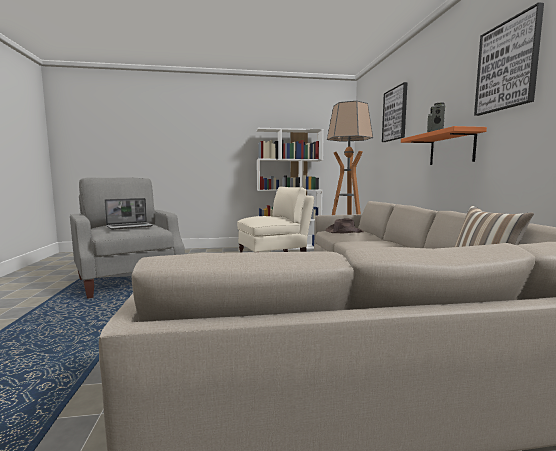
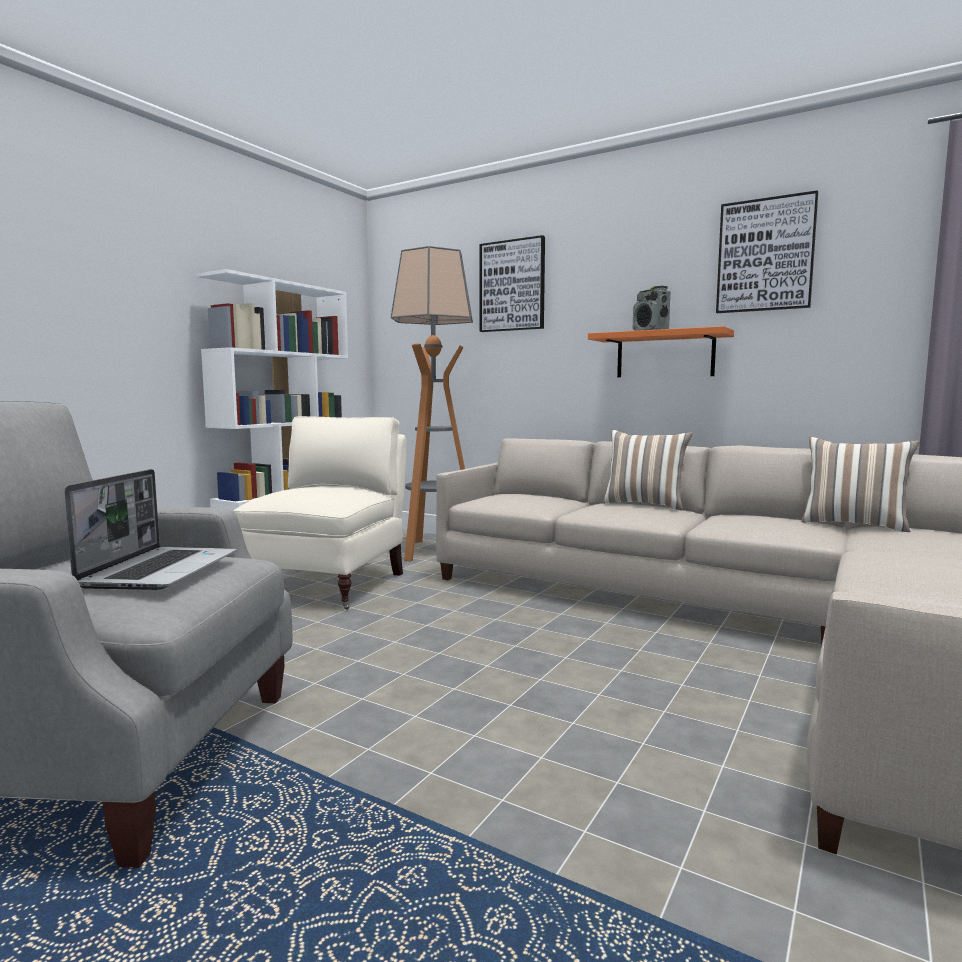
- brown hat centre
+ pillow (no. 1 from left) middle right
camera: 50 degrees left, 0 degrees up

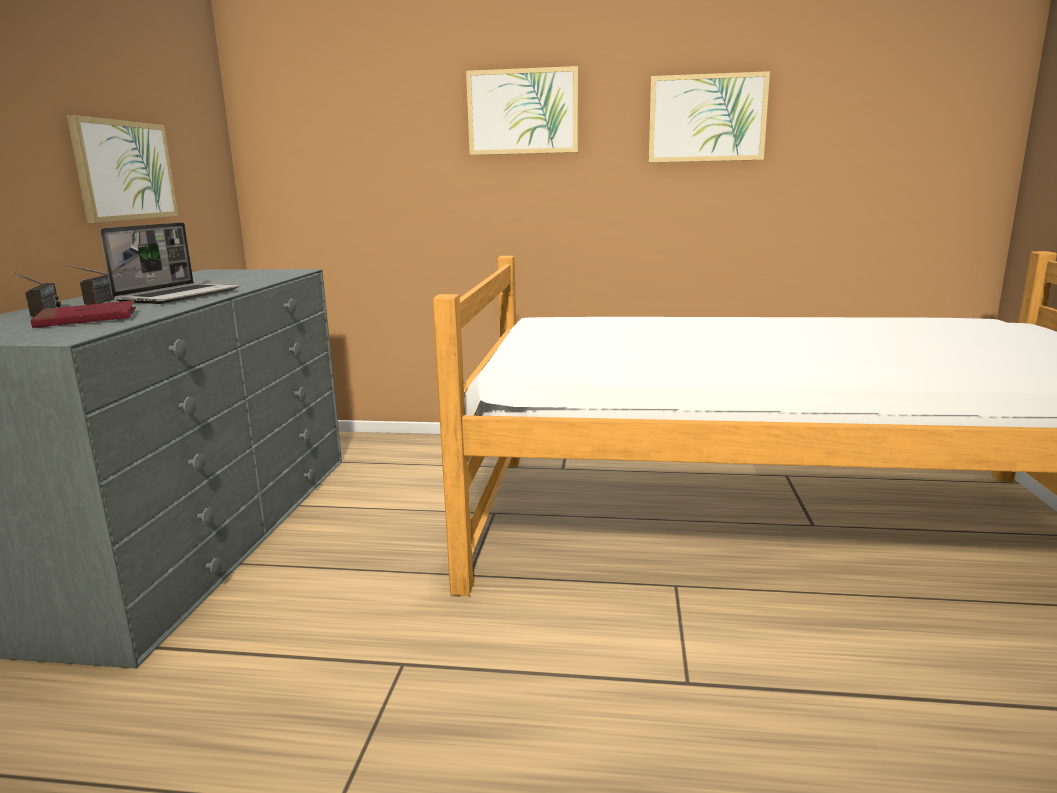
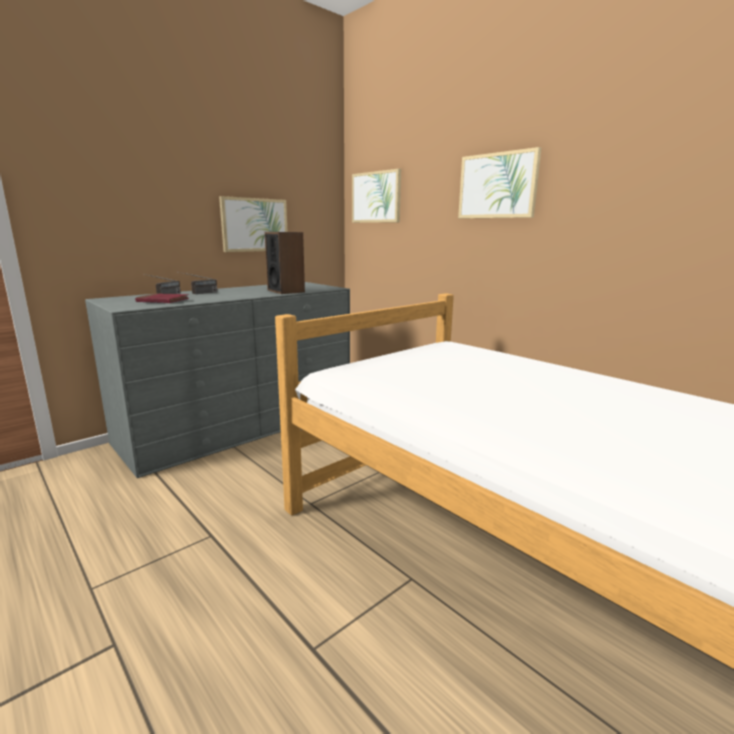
~ picture (no. 3 from left in the first image) top right to picture (no. 2 from left) top centre
- laptop top left
+ speaker centre
camera: 40 degrees right, 0 degrees up

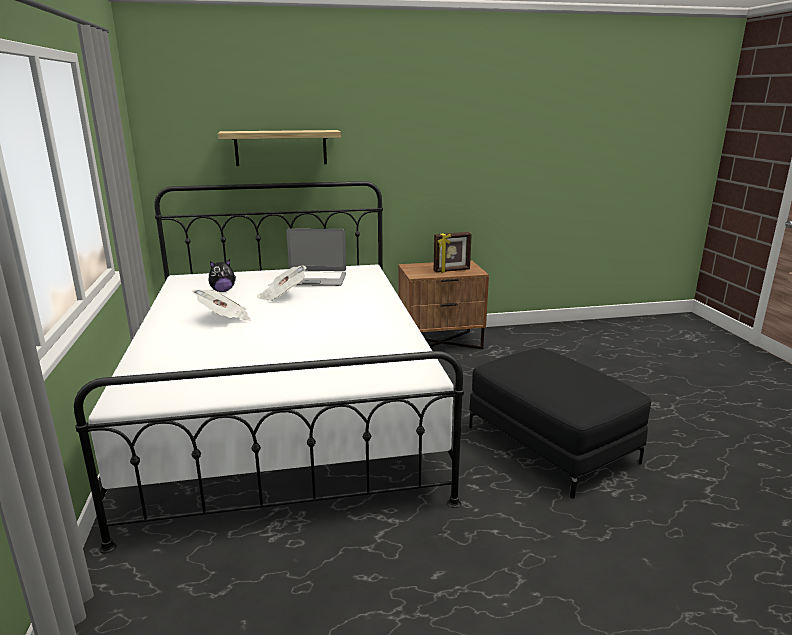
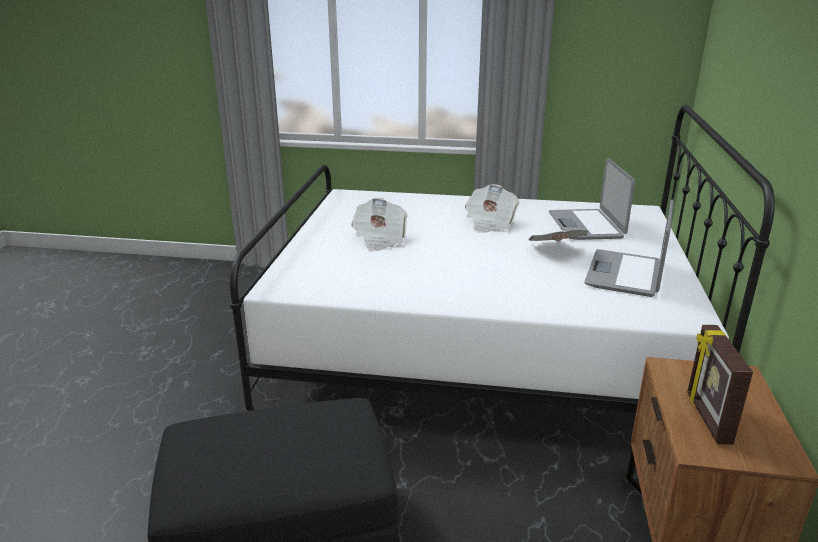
- shelf top centre
~ plush toy middle left to laptop (no. 1 from left) middle right
+ newspaper (no. 1 from left) centre
camera: 110 degrees right, 5 degrees up

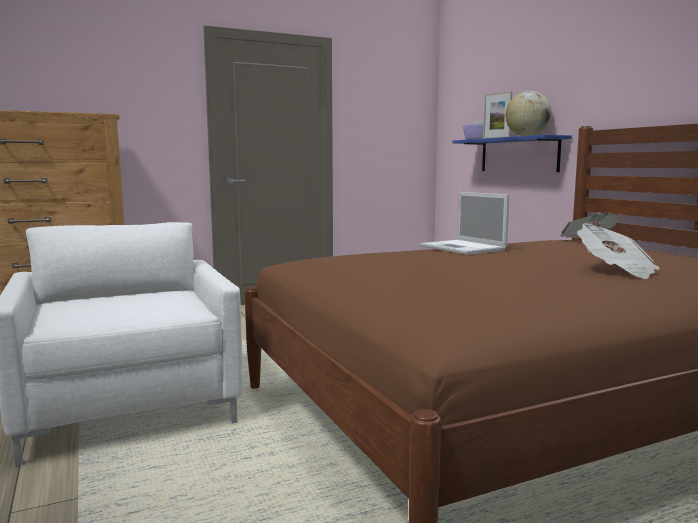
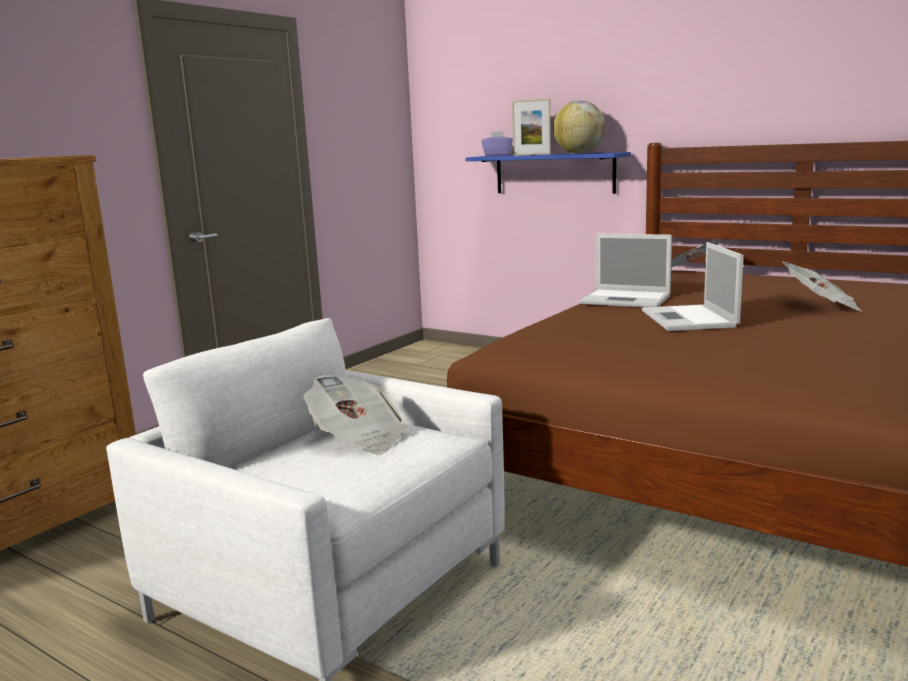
+ laptop (no. 2 from left) middle right
+ newspaper (no. 1 from left) centre
camera: 30 degrees left, 5 degrees up

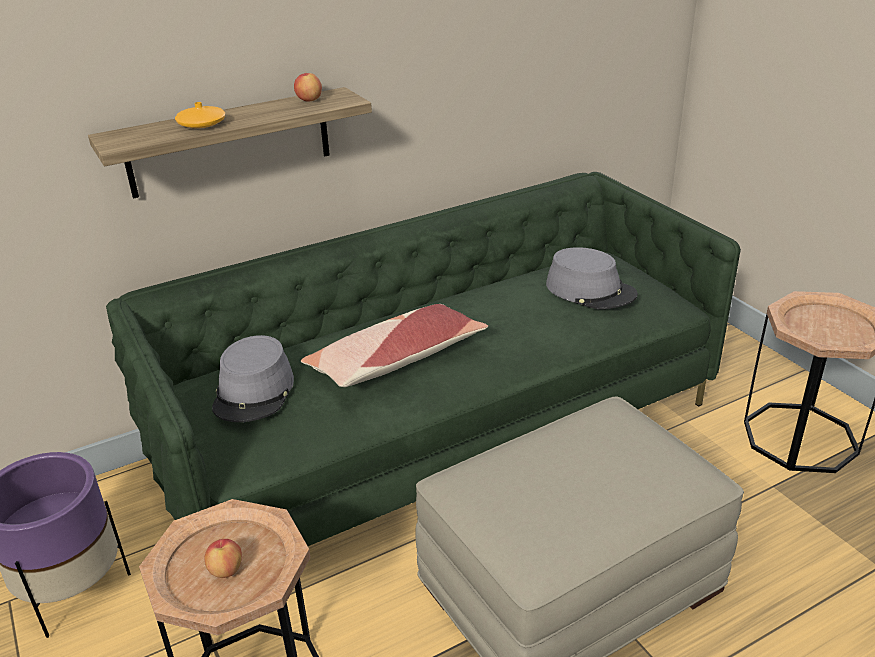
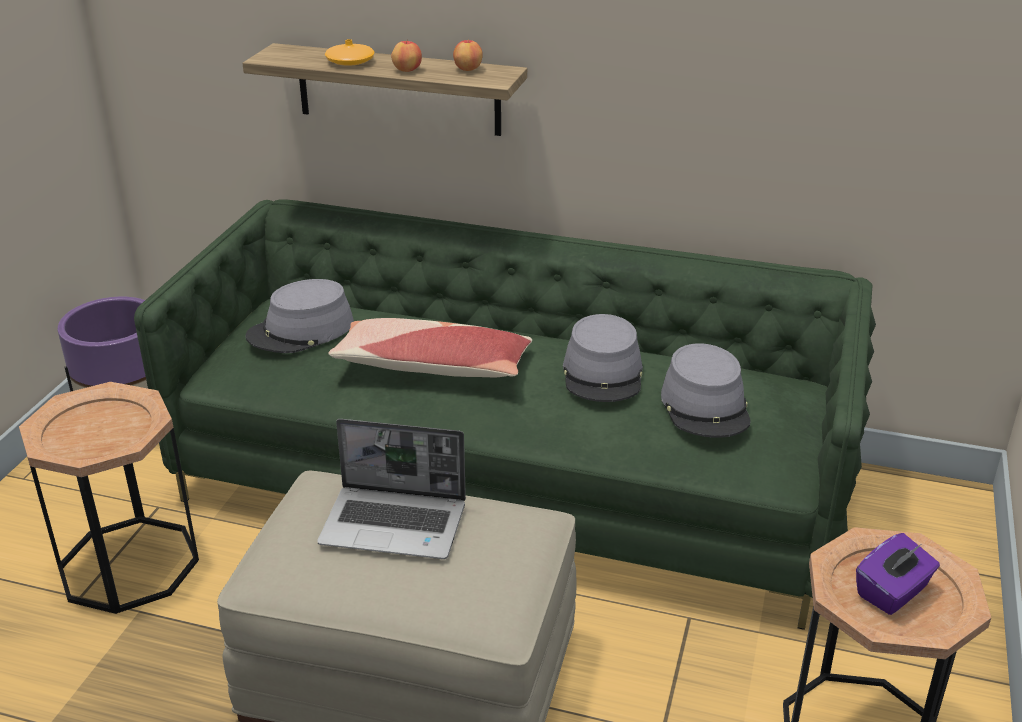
~ apple (no. 1 from left) bottom left to top centre
+ grey hat (no. 2 from left) centre
+ laptop bottom centre
+ purple tissue box bottom right
camera: 45 degrees right, 0 degrees up

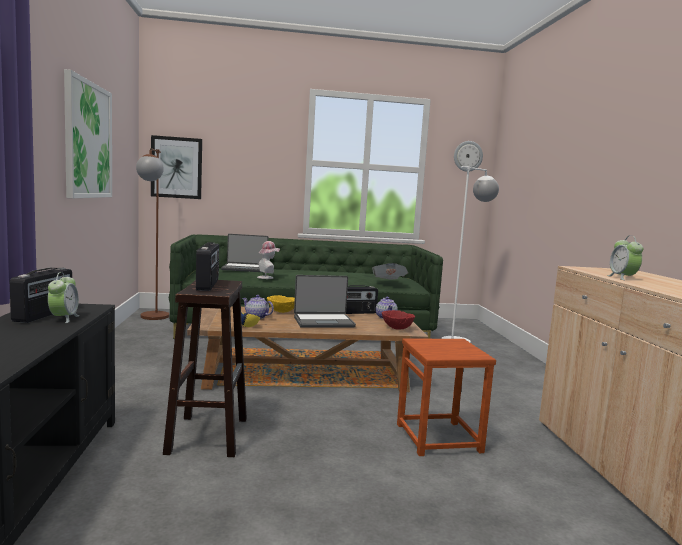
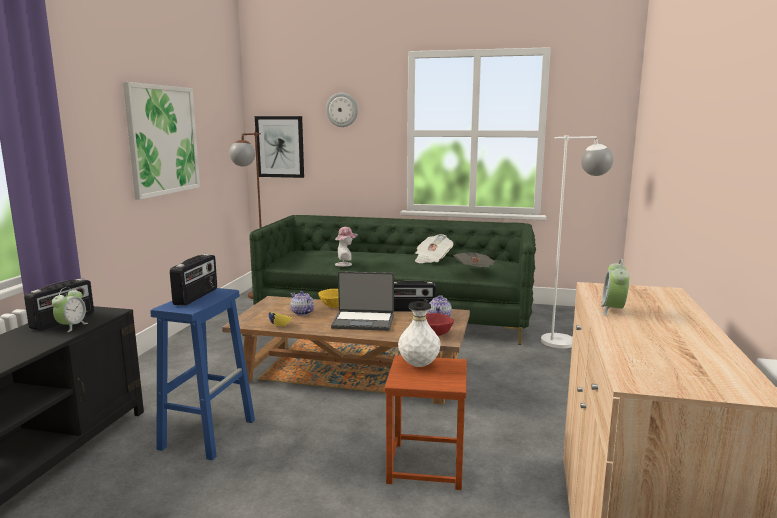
~ wall clock top right to top centre
- laptop (no. 1 from left) centre
~ brown stool (no. 1 from left) bottom left to blue stool bottom left
+ newspaper (no. 1 from left) centre
+ white vase centre
camera: 20 degrees right, 5 degrees up

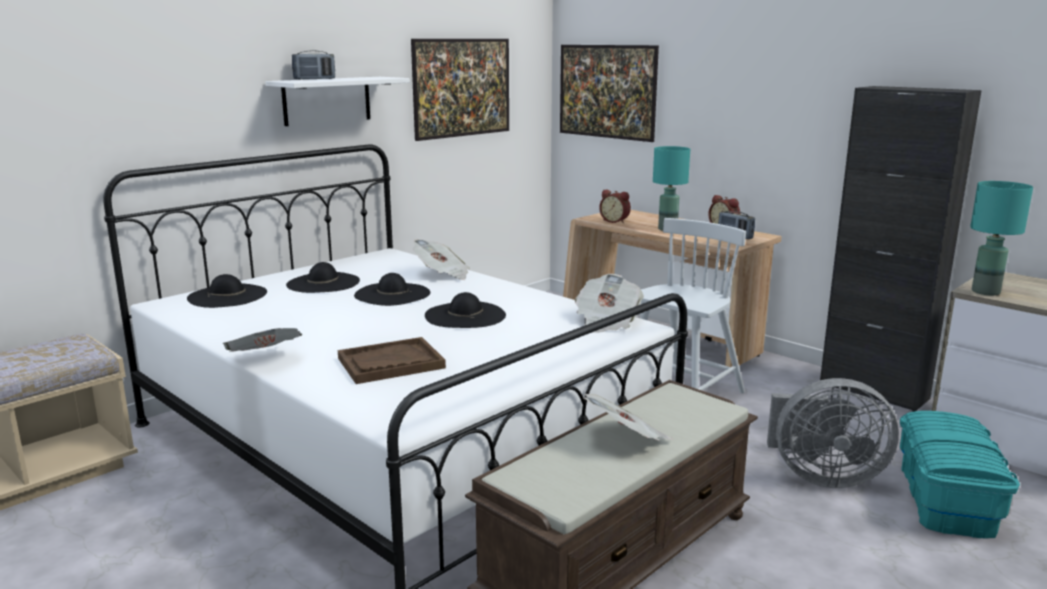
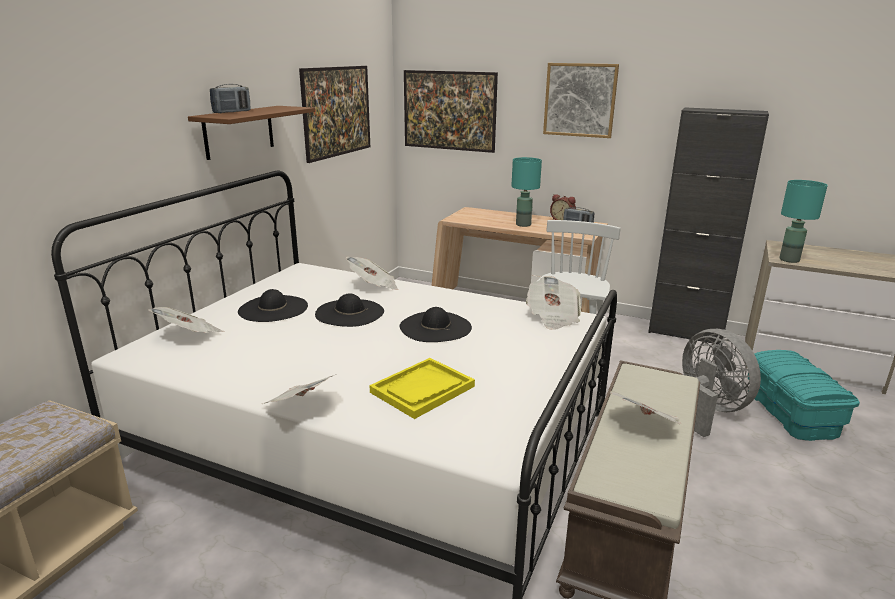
~ white shelf top left to brown shelf top left
- alarm clock (no. 1 from left) centre
~ black hat (no. 1 from left) middle left to newspaper (no. 1 from left) middle left
~ brown tray centre to yellow tray centre
~ grey fan bottom right = middle right 105 degrees counterclockwise
+ picture (no. 3 from left) top centre
camera: 20 degrees left, 5 degrees up

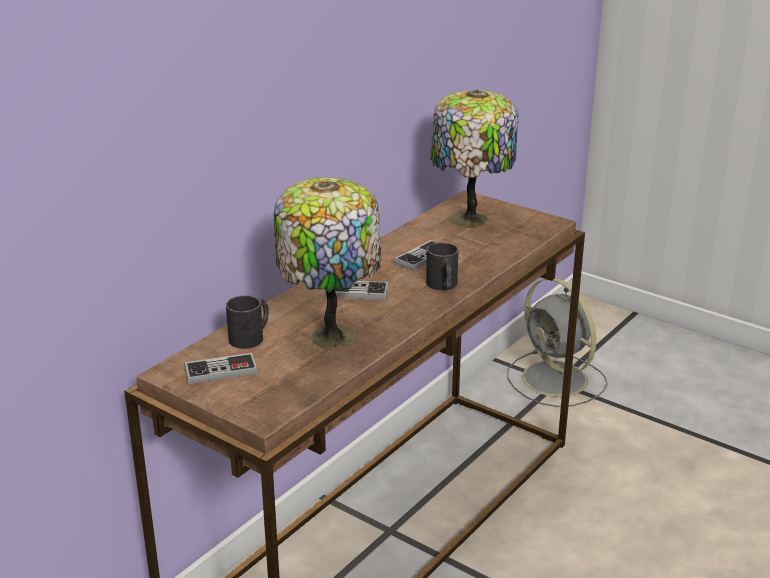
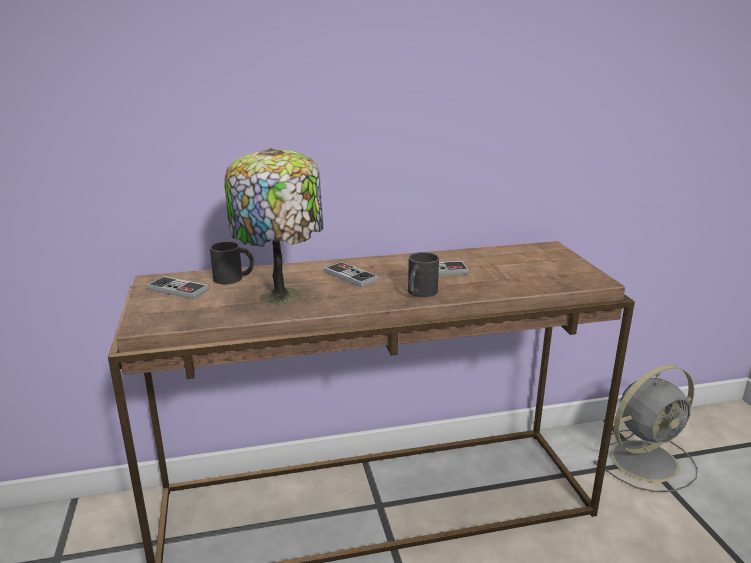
- table lamp (no. 2 from left) top centre
~ grey fan middle right = bottom right 120 degrees counterclockwise
camera: 40 degrees right, 5 degrees down

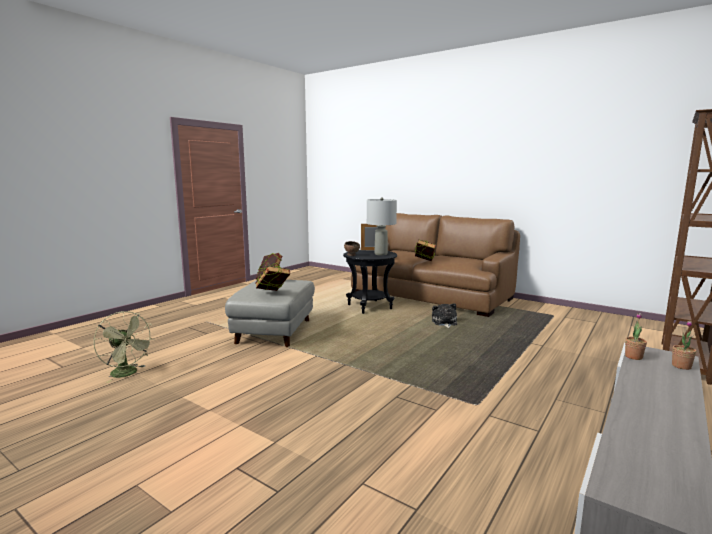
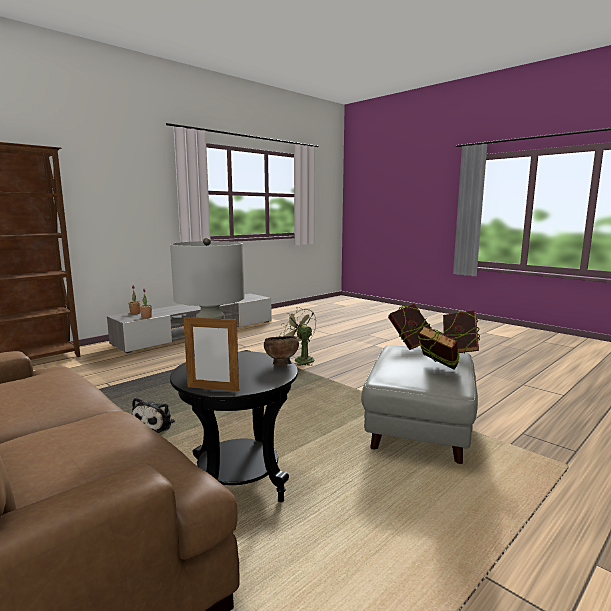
~ book (no. 3 from left) centre to middle right
~ green fan middle left to centre
camera: 170 degrees left, 0 degrees up

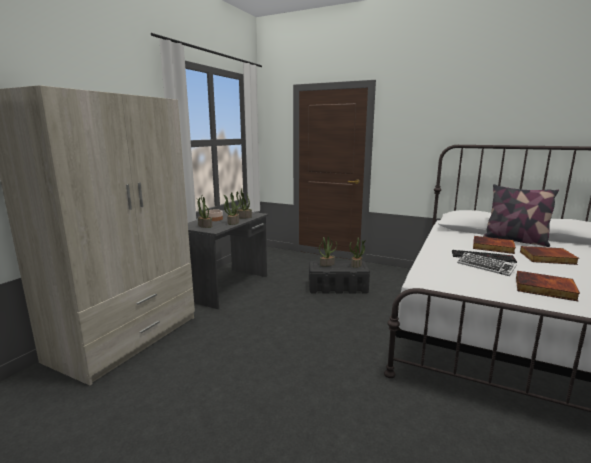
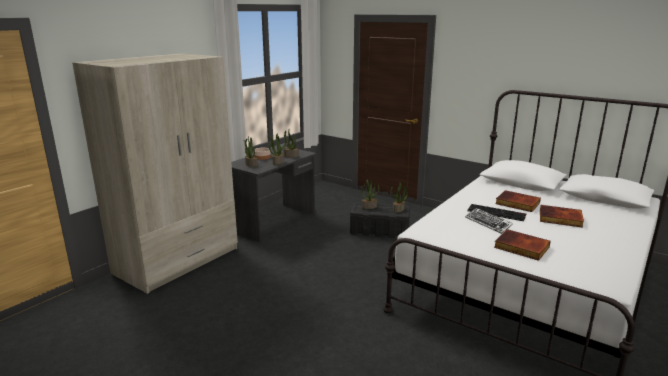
- pillow middle right
camera: 10 degrees right, 5 degrees up

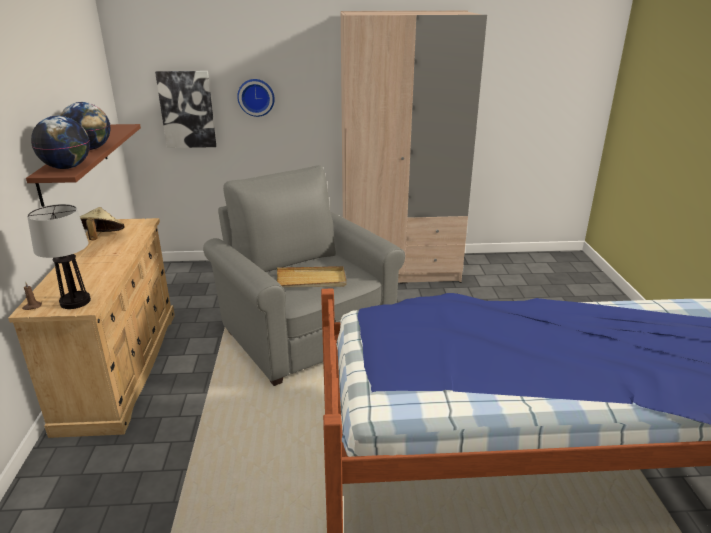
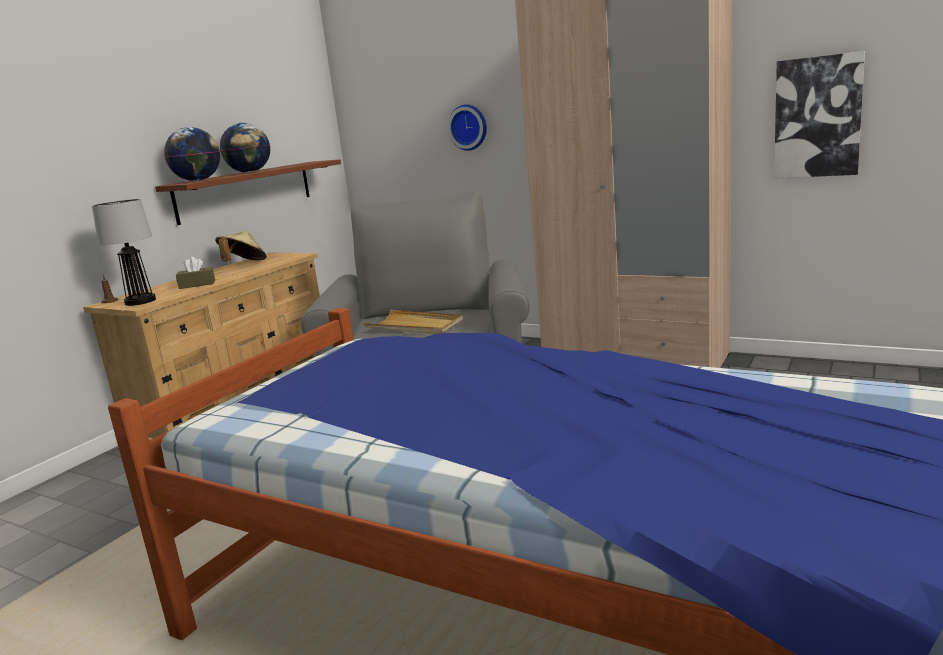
~ picture top left to top right
+ brown tissue box middle left
camera: 35 degrees right, 10 degrees down

